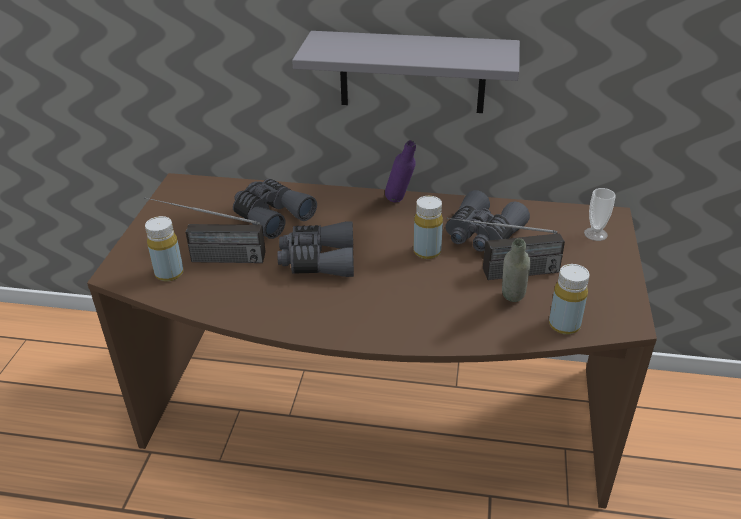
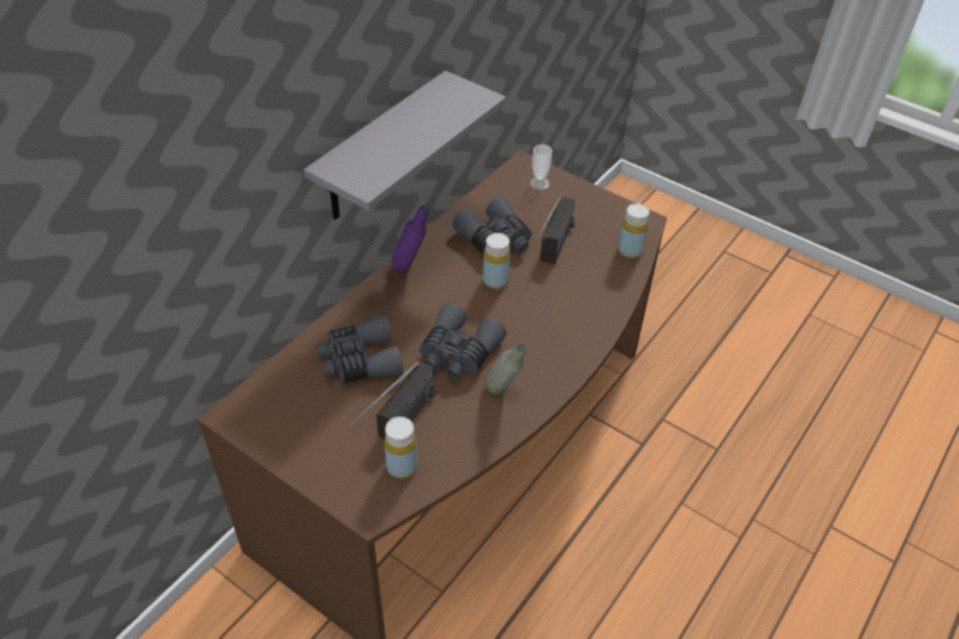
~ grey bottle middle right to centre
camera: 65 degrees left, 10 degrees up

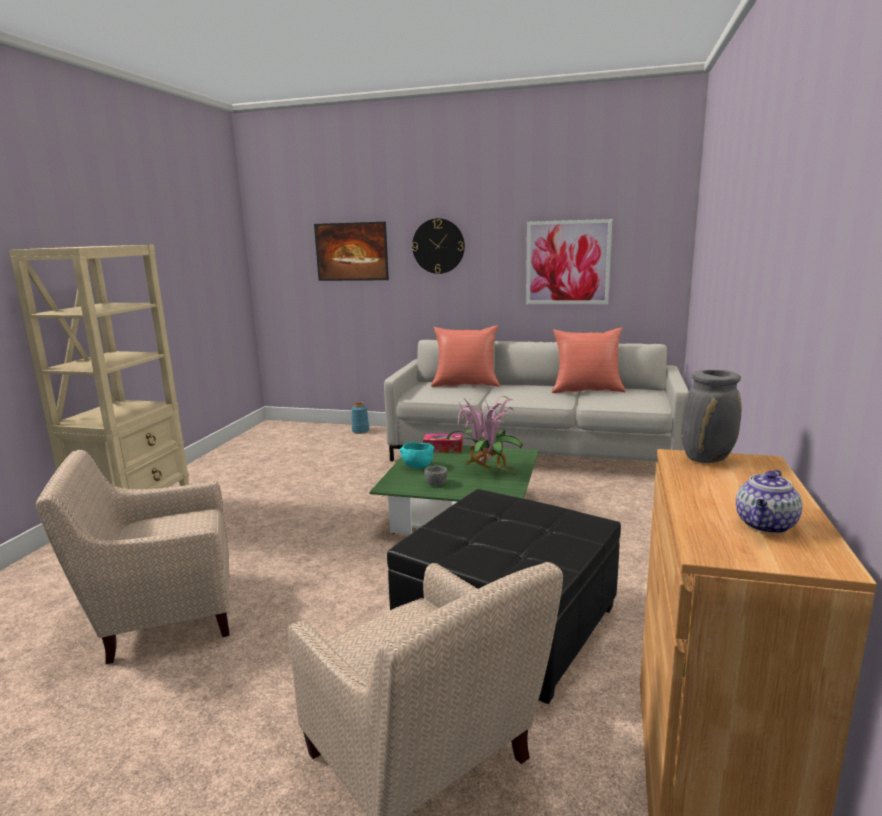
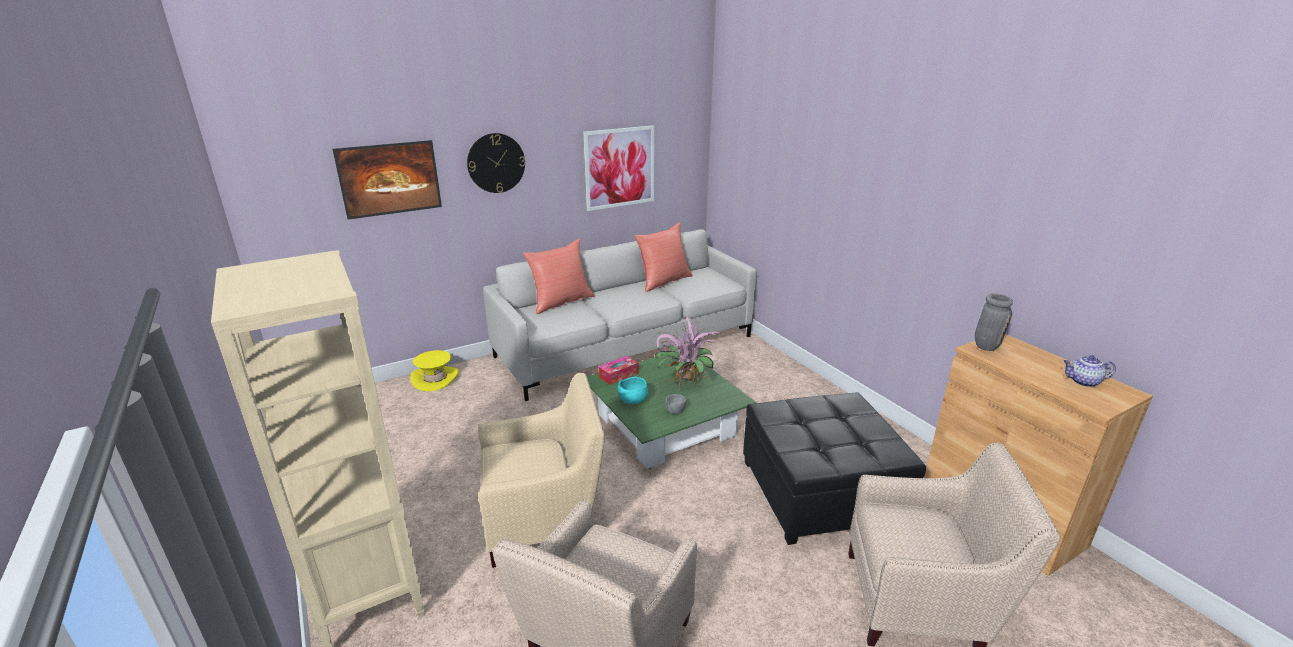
~ blue vase centre to yellow hat centre
~ teapot middle right = middle right 105 degrees clockwise
+ beige armchair (no. 1 from left) bottom centre
camera: 45 degrees left, 10 degrees up

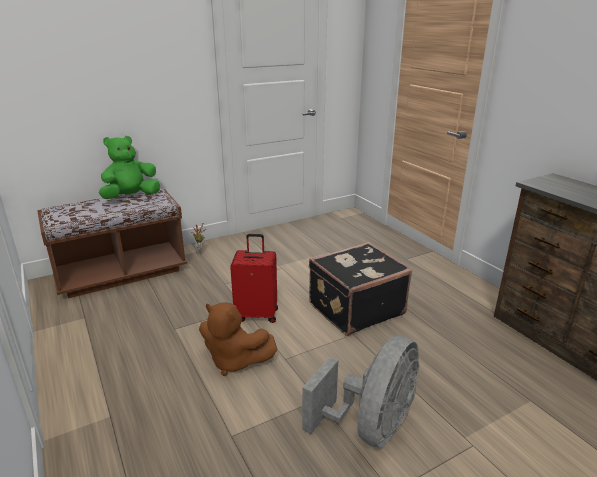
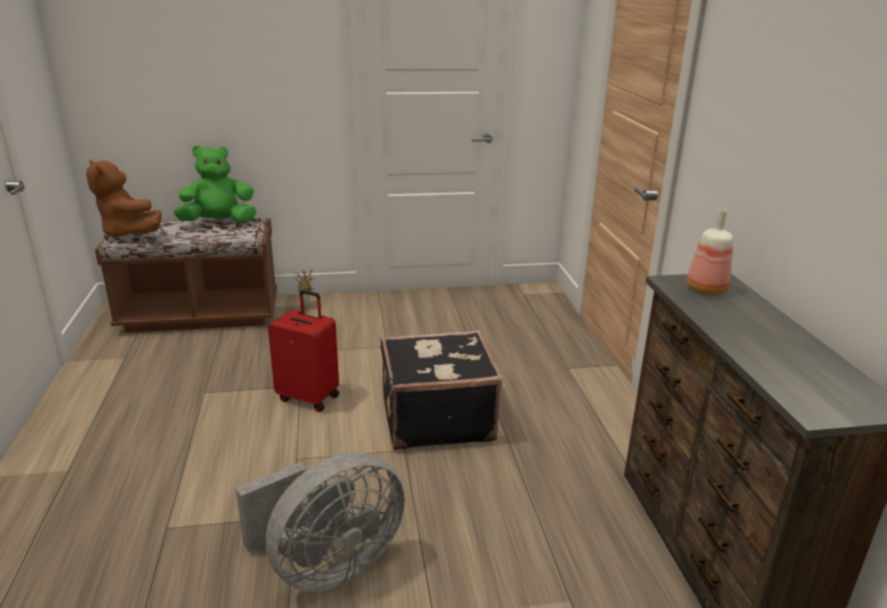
~ brown plush toy bottom centre to top left
+ bottle middle right
camera: 20 degrees right, 0 degrees up

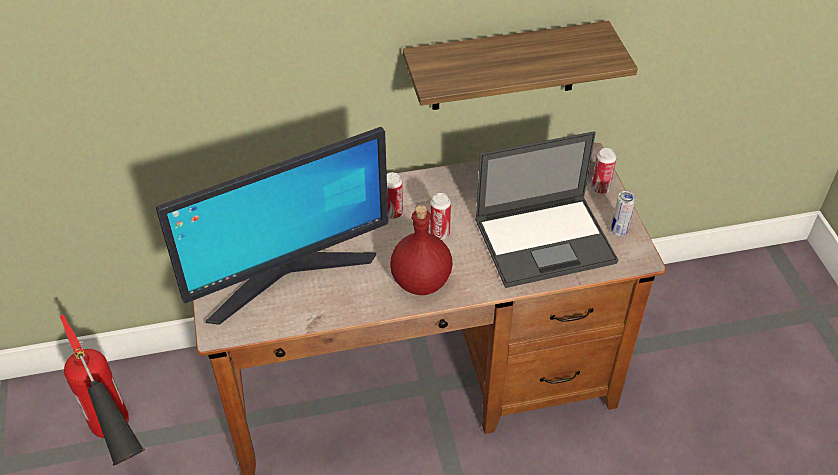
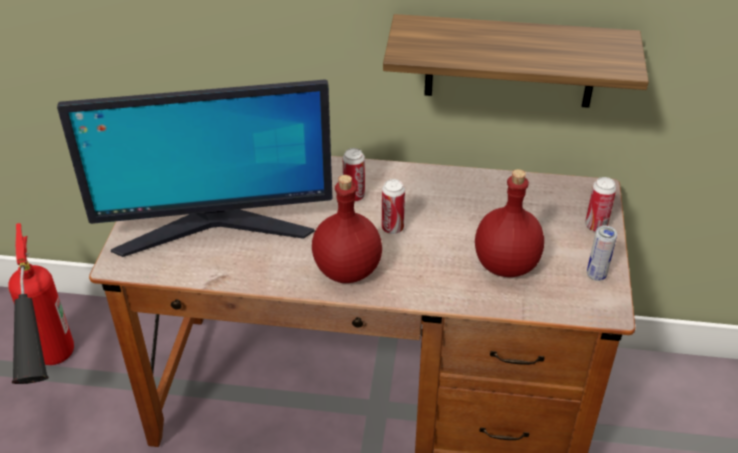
~ laptop centre to red bottle (no. 2 from left) middle right
camera: 20 degrees right, 5 degrees down

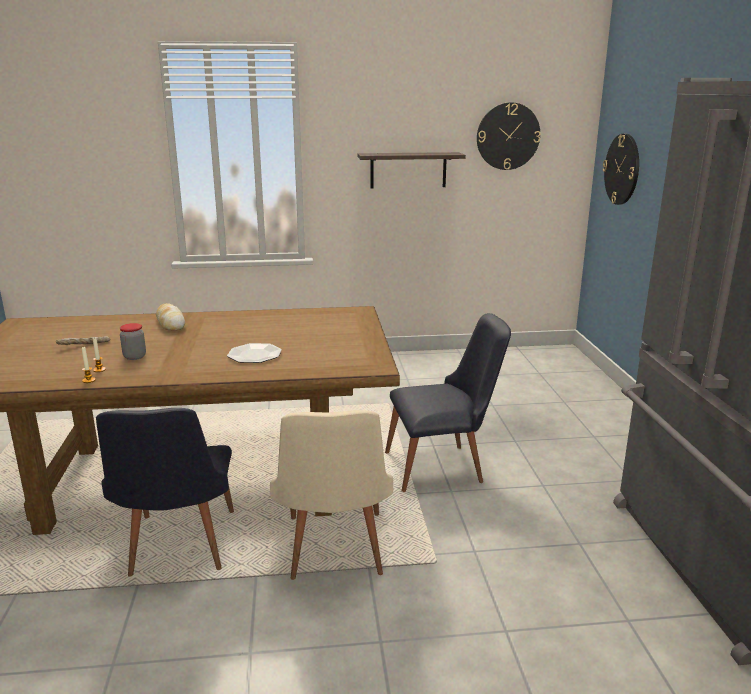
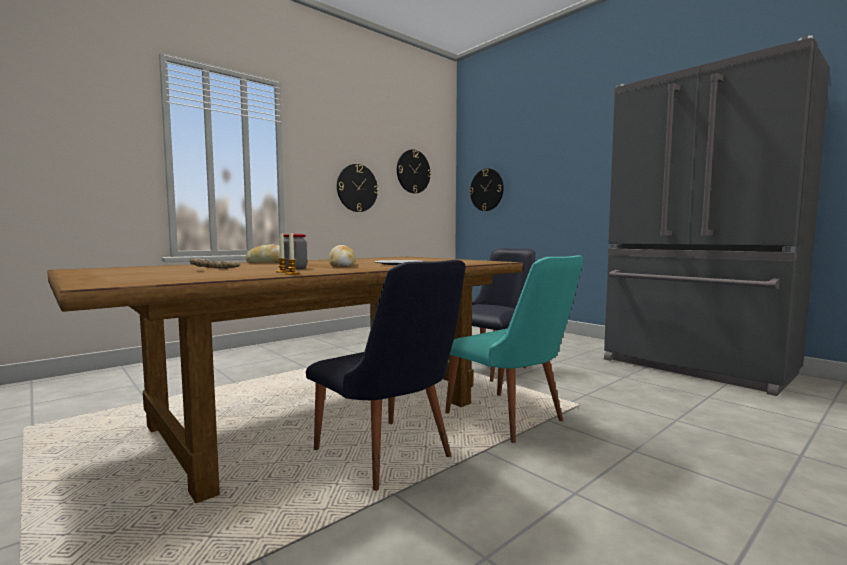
~ shelf top centre to wall clock (no. 1 from left) top centre
~ beige chair bottom centre to turquoise chair centre
+ bread (no. 3 from left) centre
camera: 35 degrees left, 15 degrees down

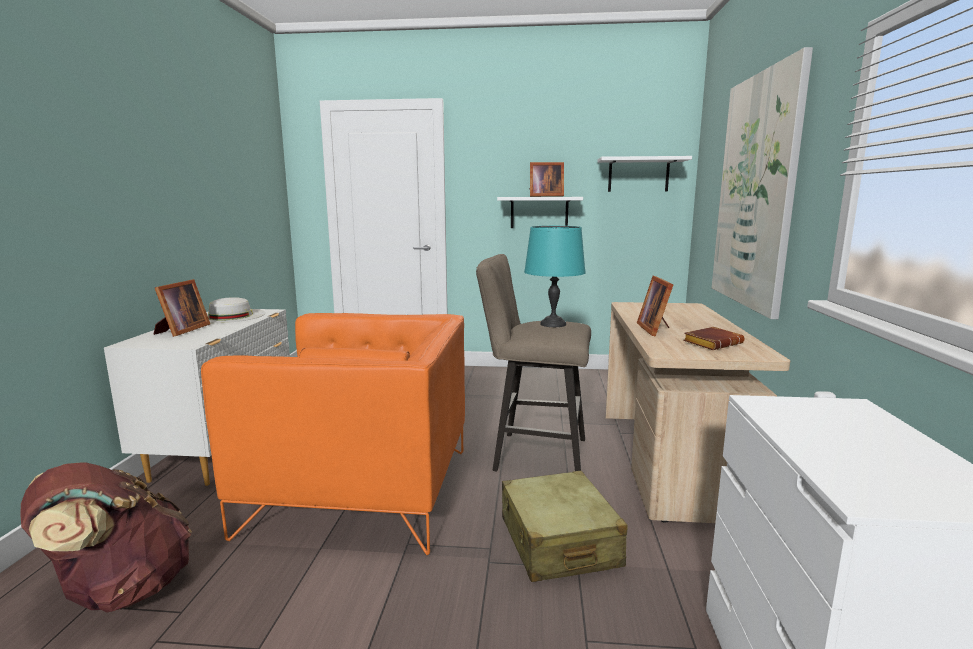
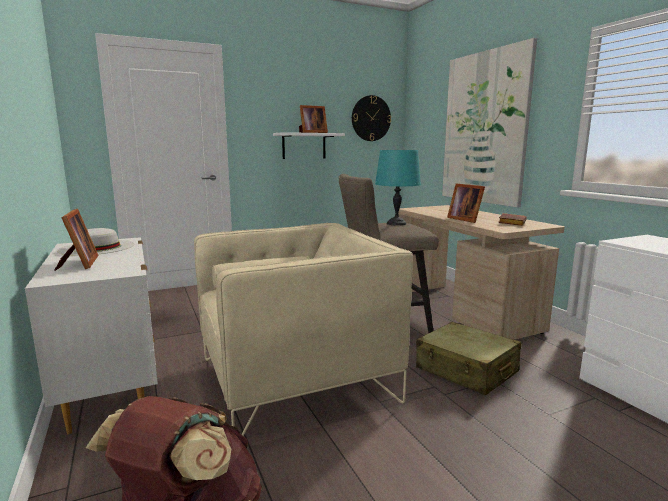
~ white shelf (no. 2 from left) top centre to wall clock top centre
~ orange armchair bottom centre to beige armchair centre
camera: 30 degrees left, 0 degrees up

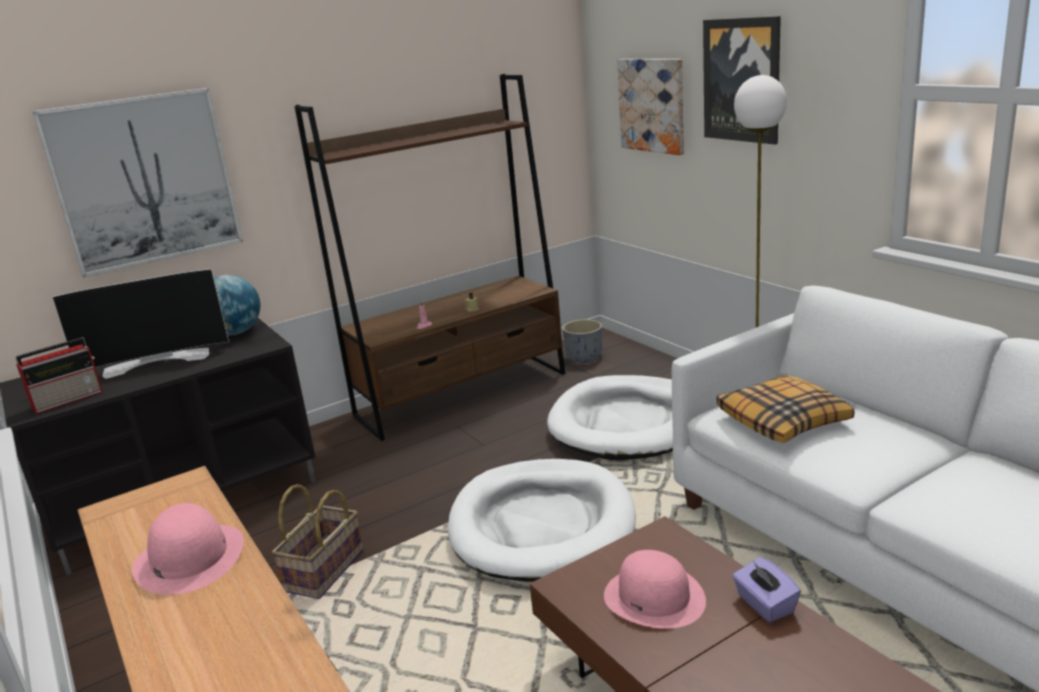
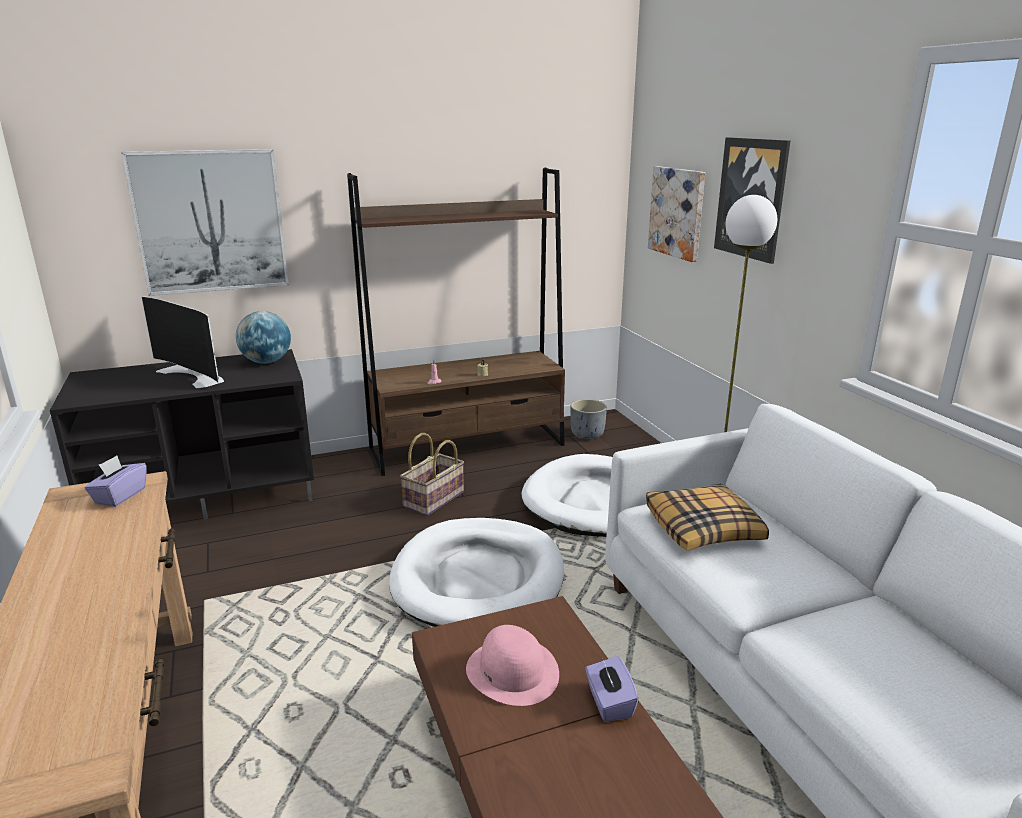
~ television middle left = middle left 45 degrees clockwise
- radio middle left
~ basket bottom left to centre
- pink hat (no. 1 from left) bottom left
+ purple tissue box (no. 1 from left) middle left
camera: 10 degrees right, 0 degrees up

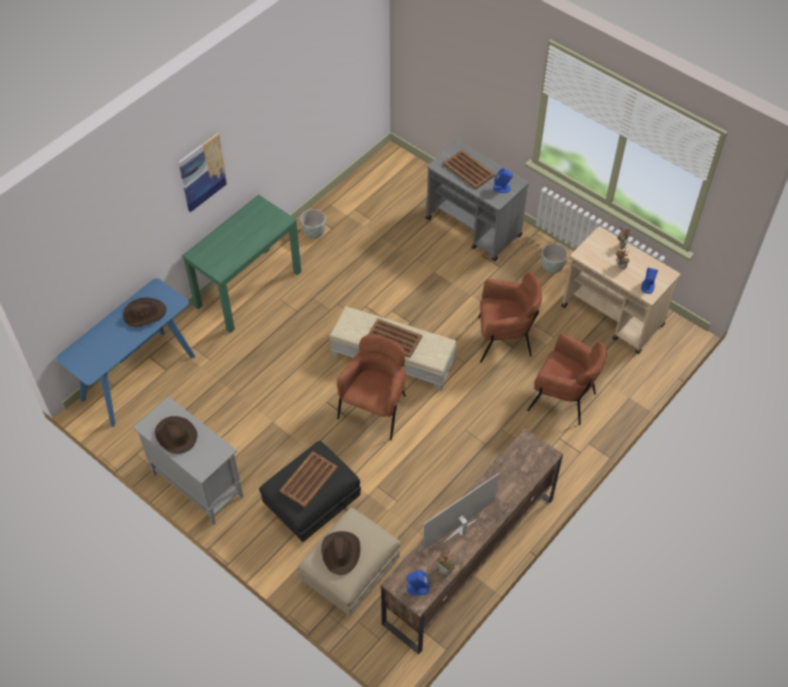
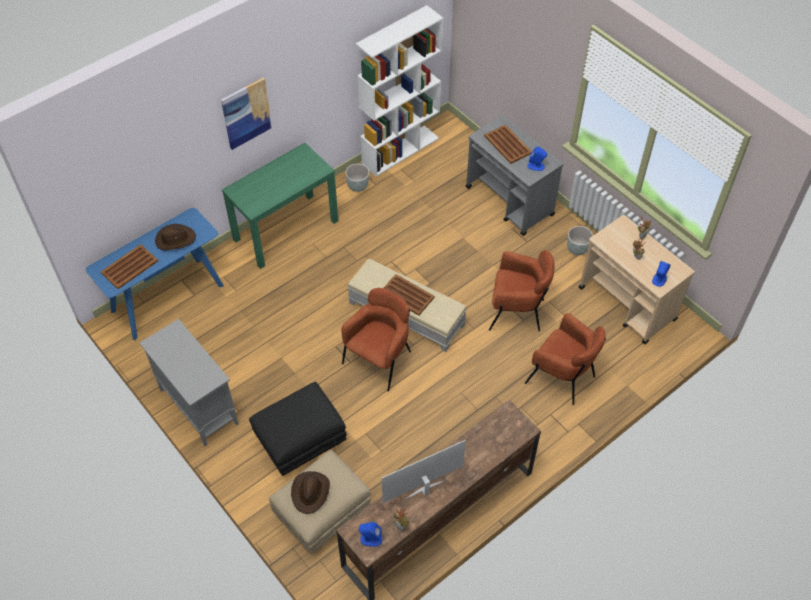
- brown hat (no. 2 from left) middle left
~ brown tray (no. 1 from left) bottom centre to middle left
+ white bookcase top centre
camera: 10 degrees right, 0 degrees up

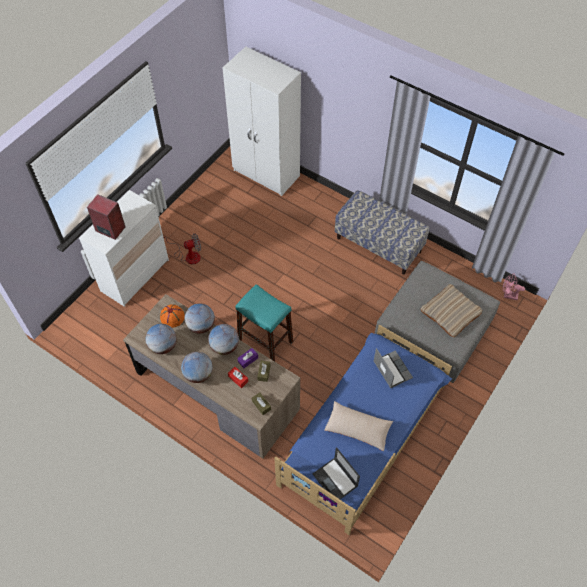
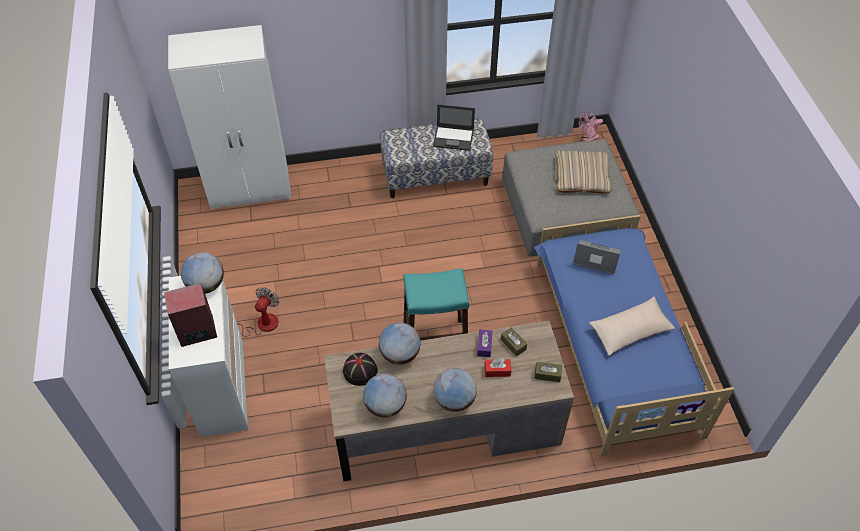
~ orange hat middle left to black hat bottom centre
~ globe (no. 4 from left in the first image) centre to globe (no. 1 from left) middle left
~ laptop (no. 1 from left) bottom centre to top centre
camera: 45 degrees left, 5 degrees down

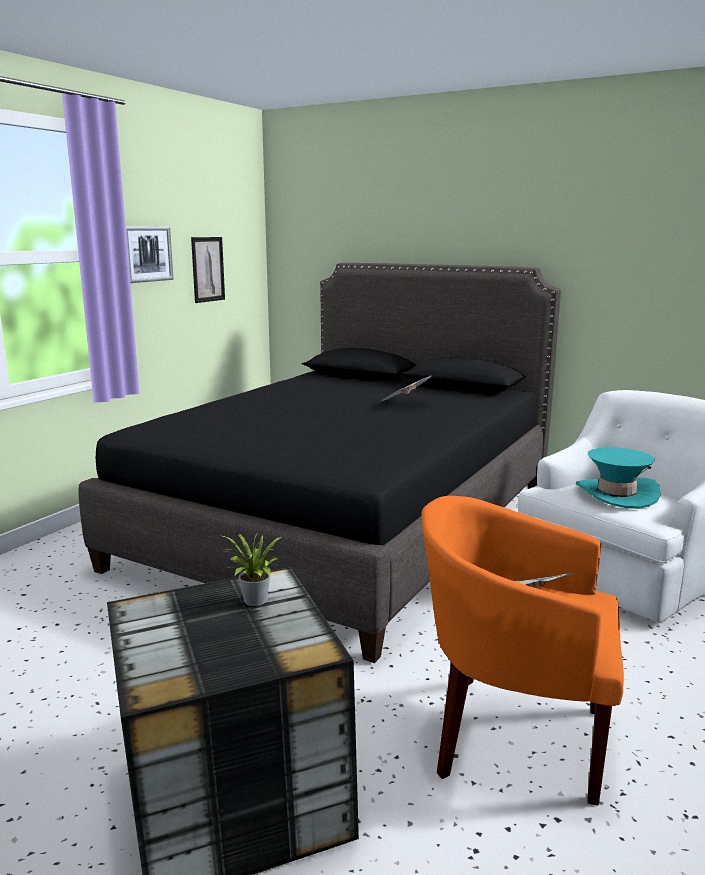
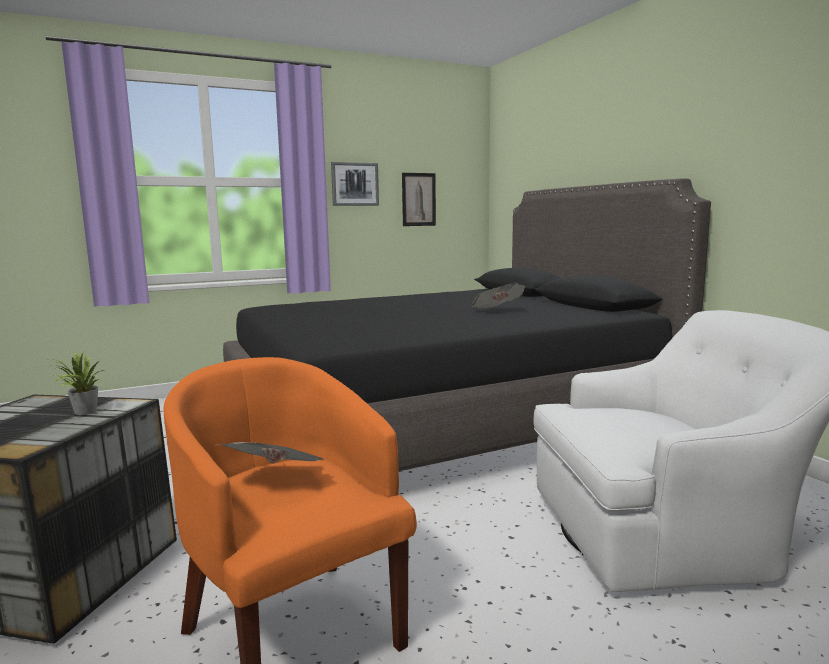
- turquoise hat middle right
camera: 35 degrees right, 5 degrees down

